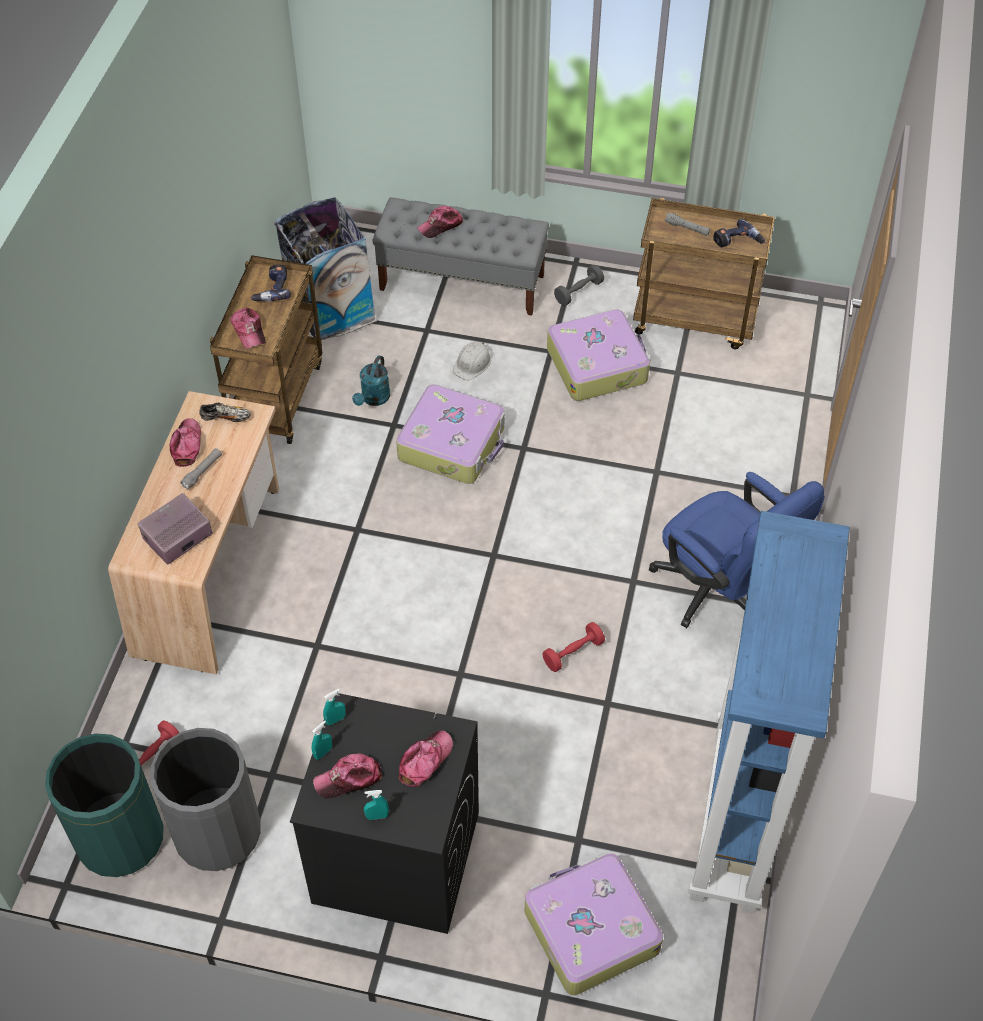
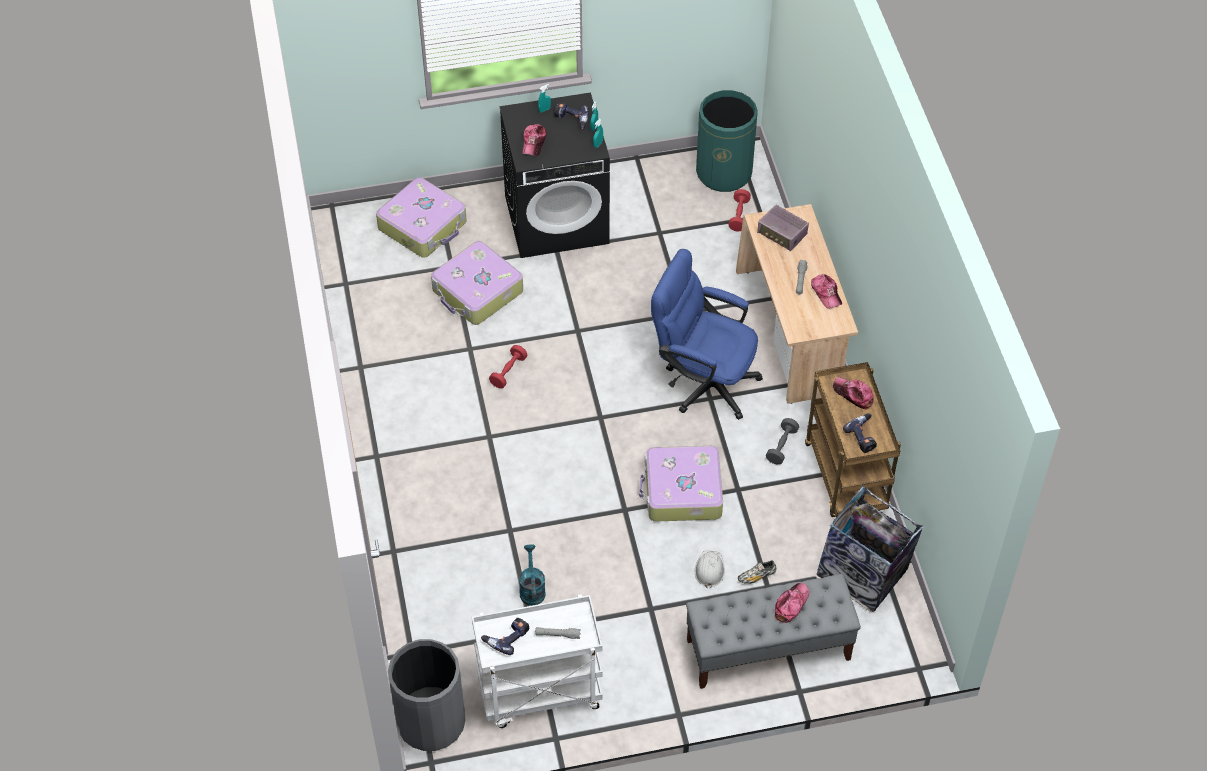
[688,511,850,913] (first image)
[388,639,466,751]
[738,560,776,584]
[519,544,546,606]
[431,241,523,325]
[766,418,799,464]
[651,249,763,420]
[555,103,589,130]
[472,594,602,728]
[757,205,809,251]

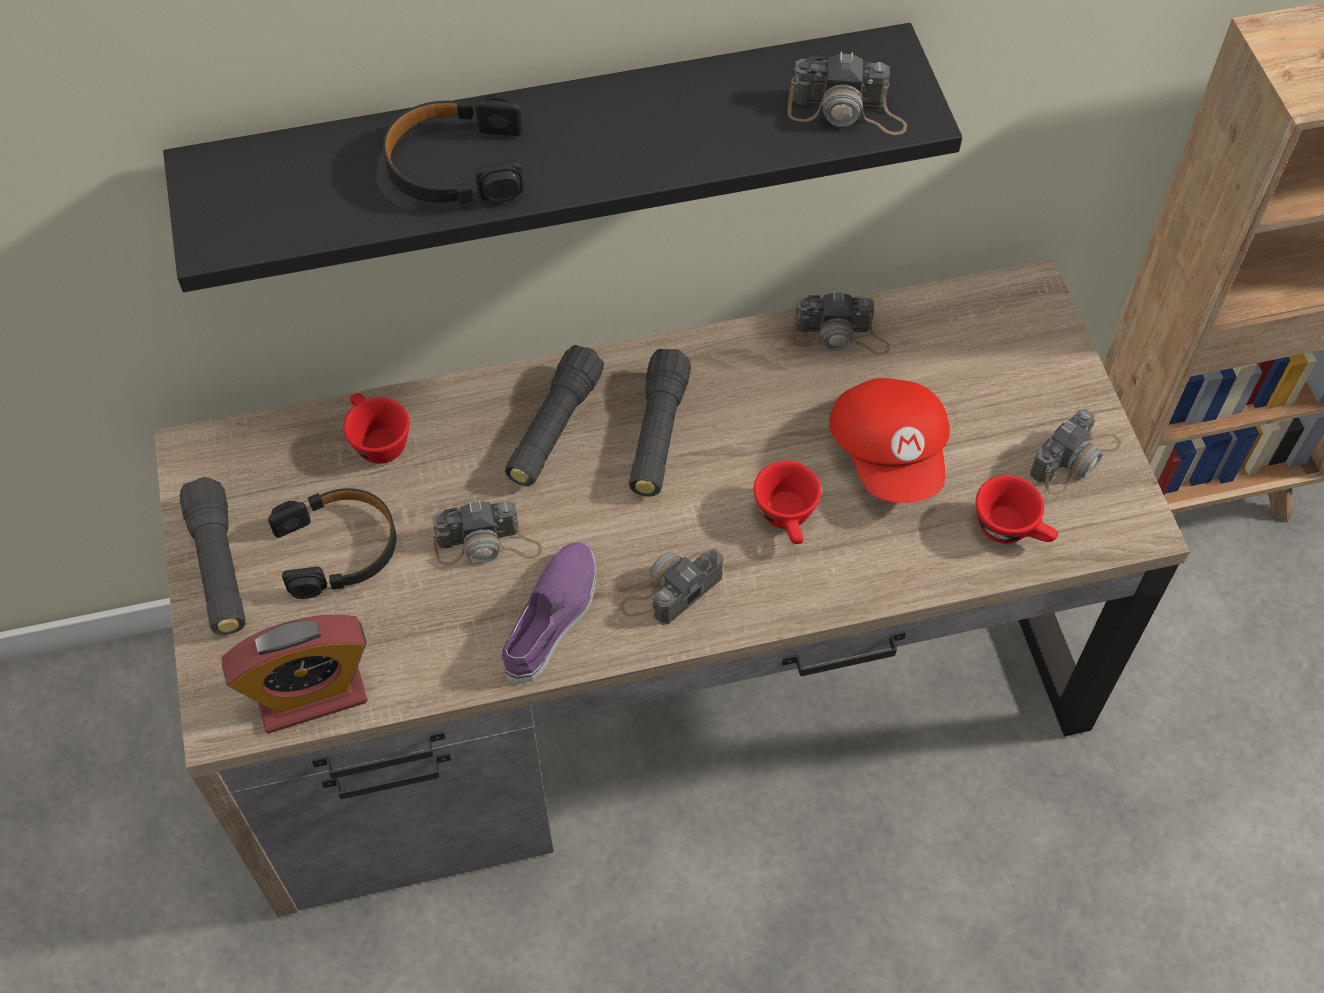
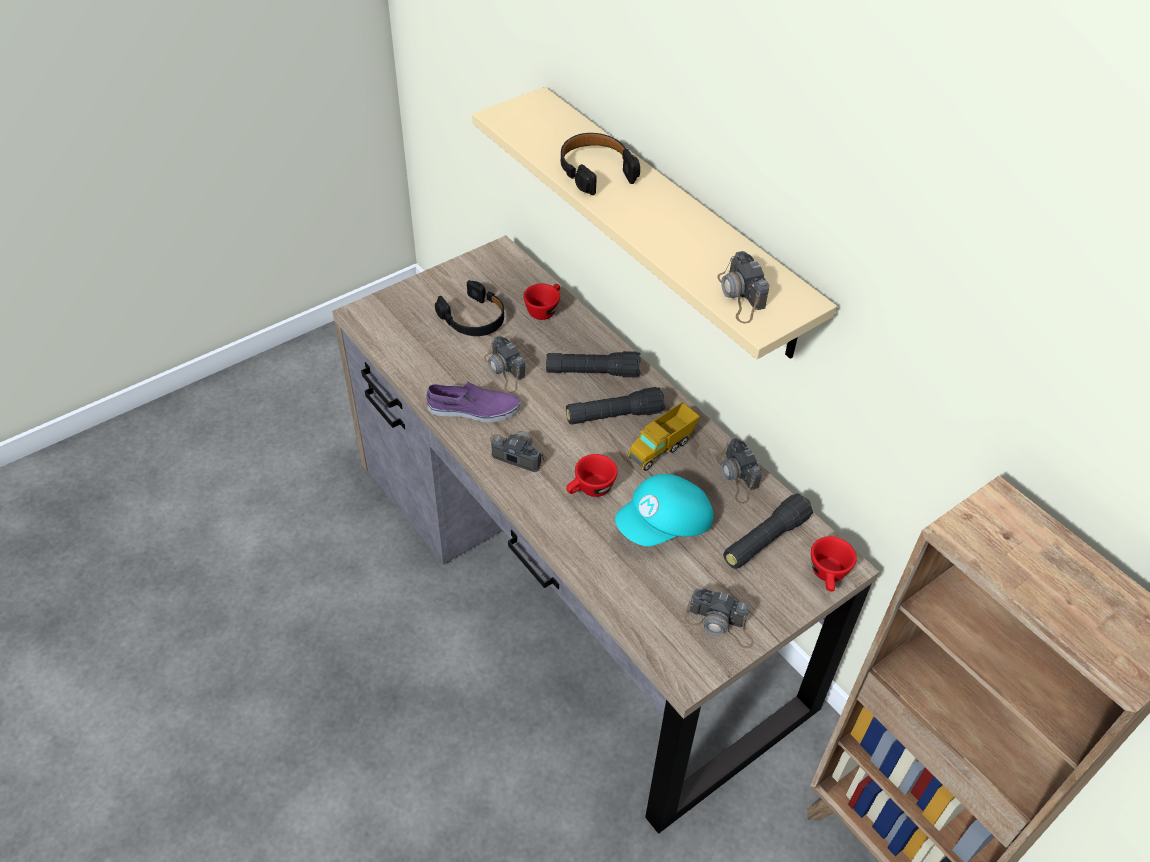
[221,615,368,733] (first image)
[627,402,700,471]
[723,493,813,569]
[811,536,857,592]
[472,87,837,359]
[615,474,714,546]

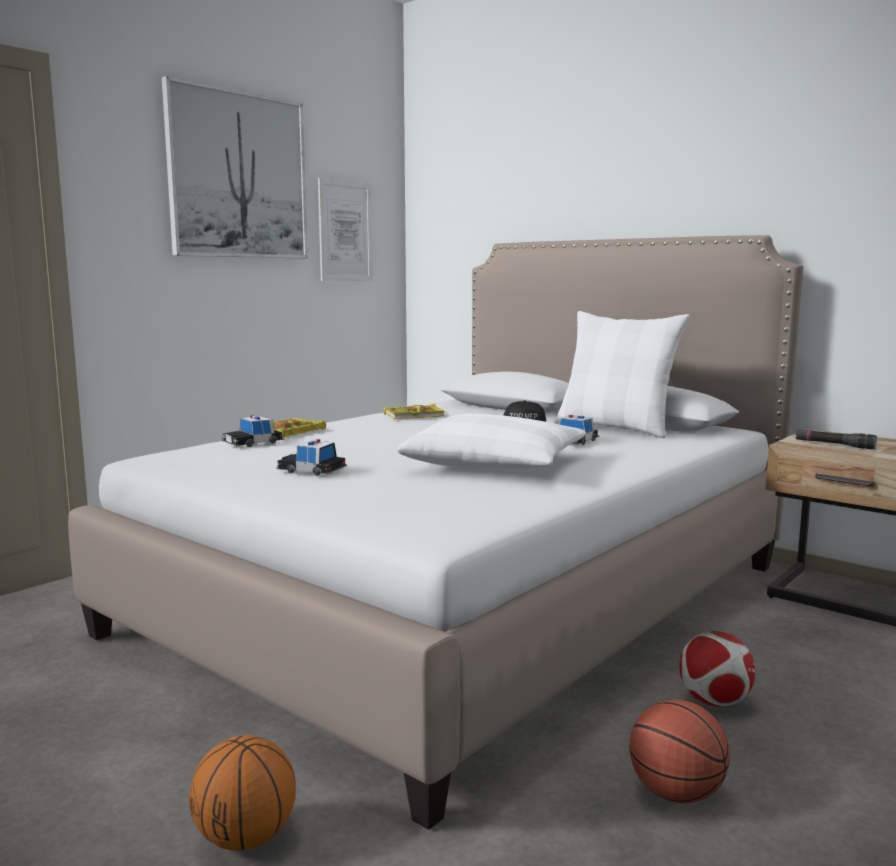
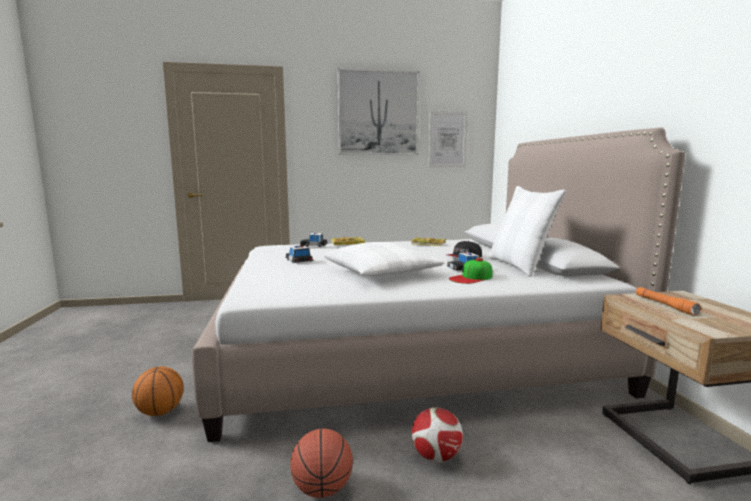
[449,258,492,284]
[636,287,701,316]

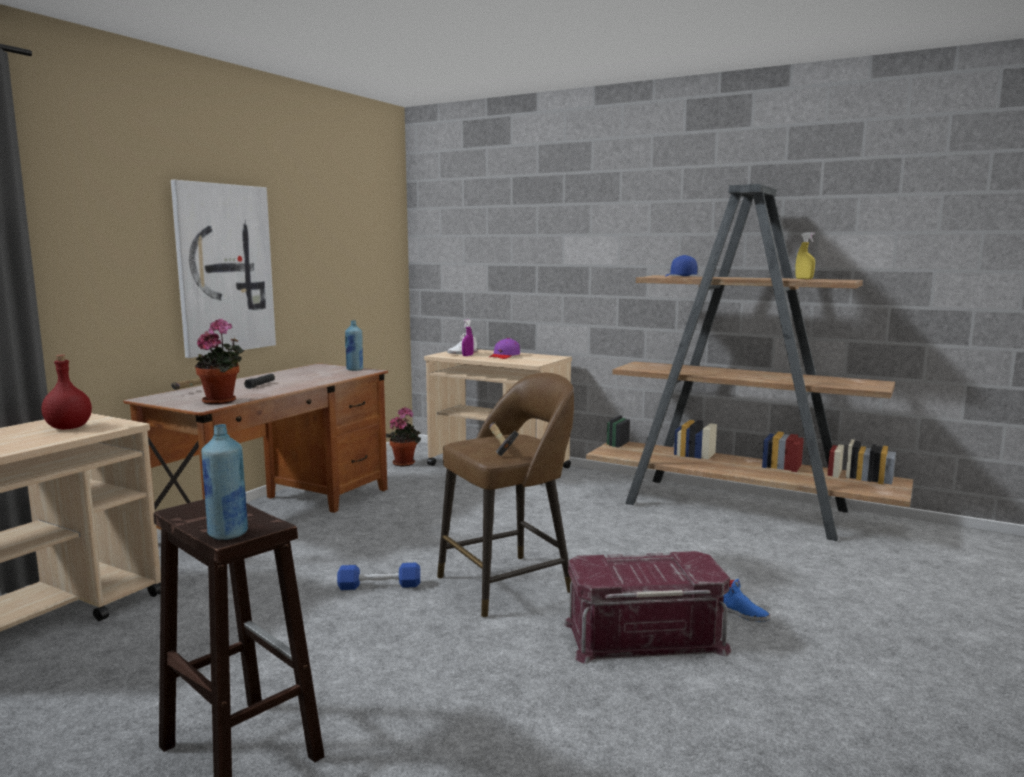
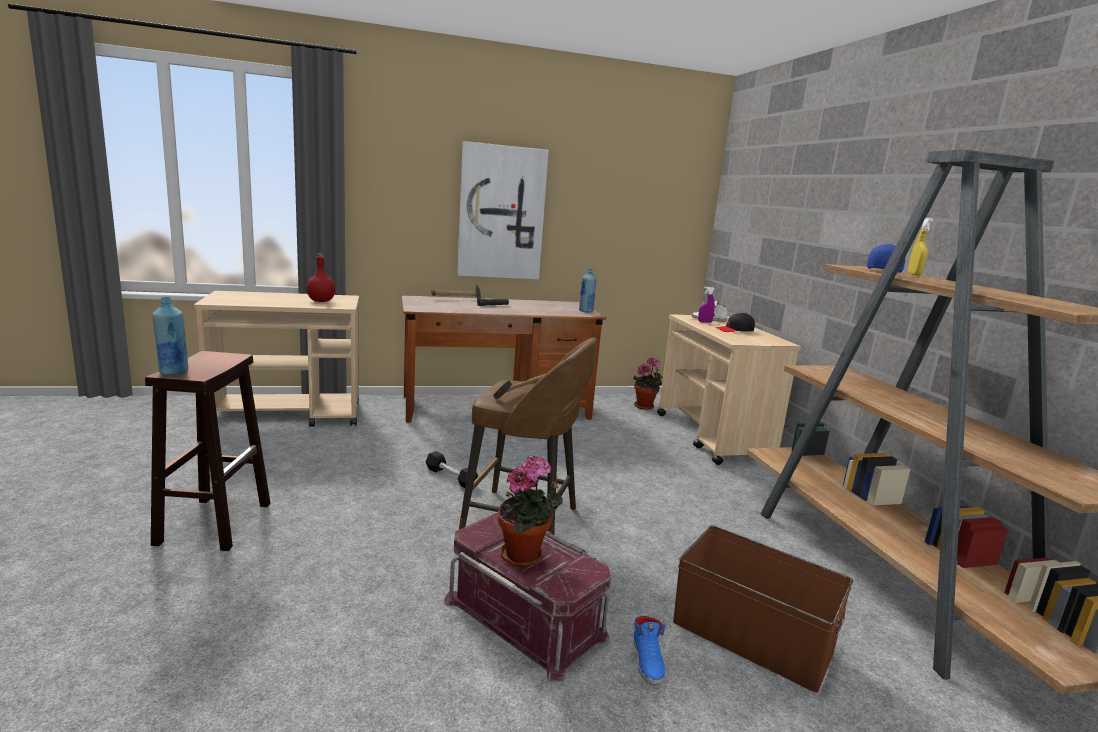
[673,525,853,693]
[498,456,563,567]
[908,218,933,275]
[425,451,478,488]
[715,313,755,332]

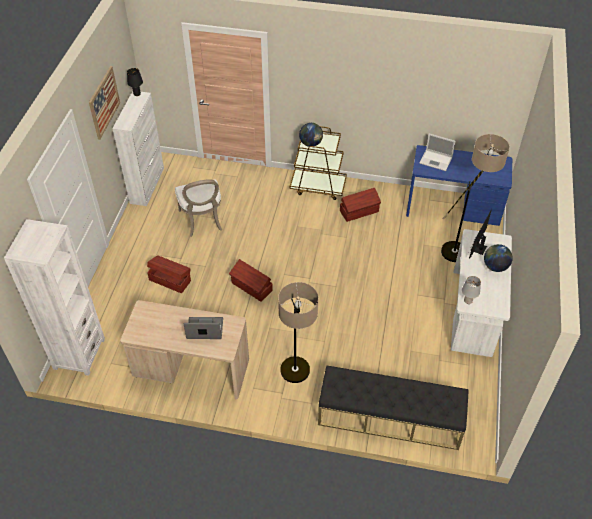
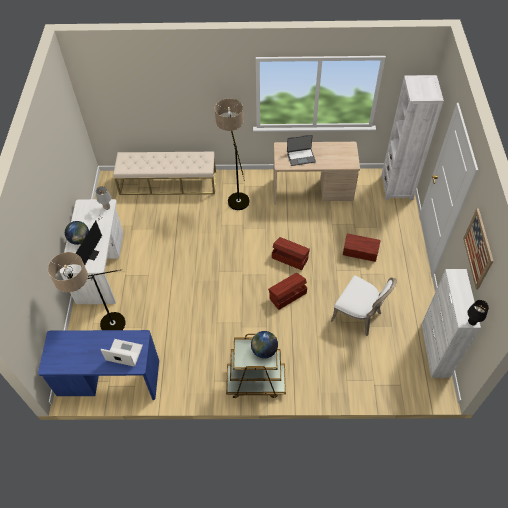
[268,272,307,310]
[113,151,216,195]
[331,275,397,336]

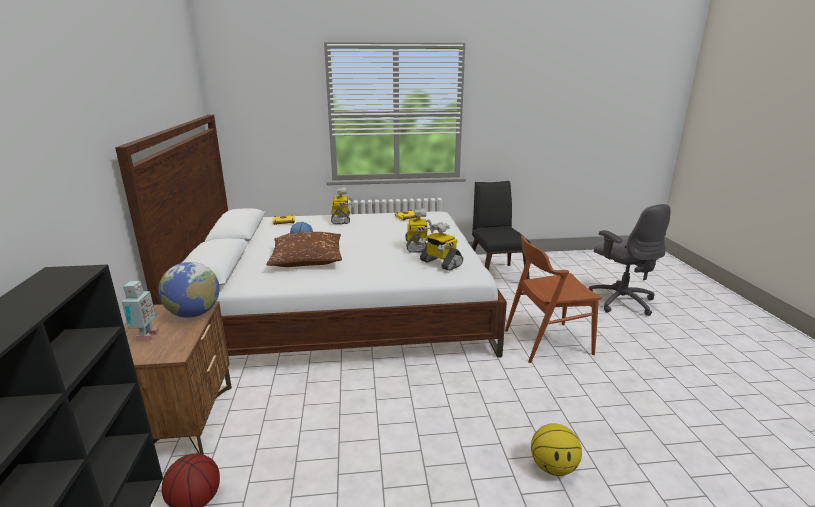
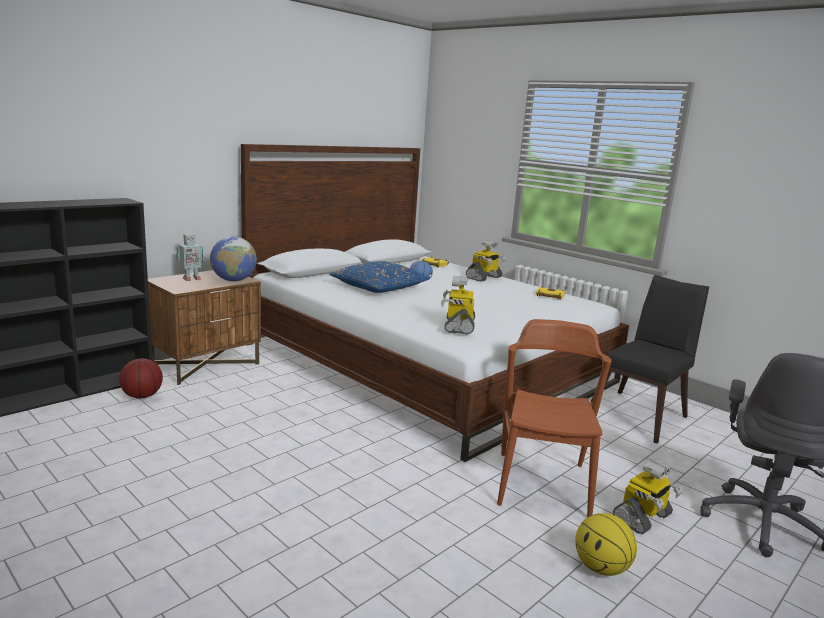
[613,459,683,534]
[575,513,637,576]
[329,261,430,293]
[497,319,612,518]

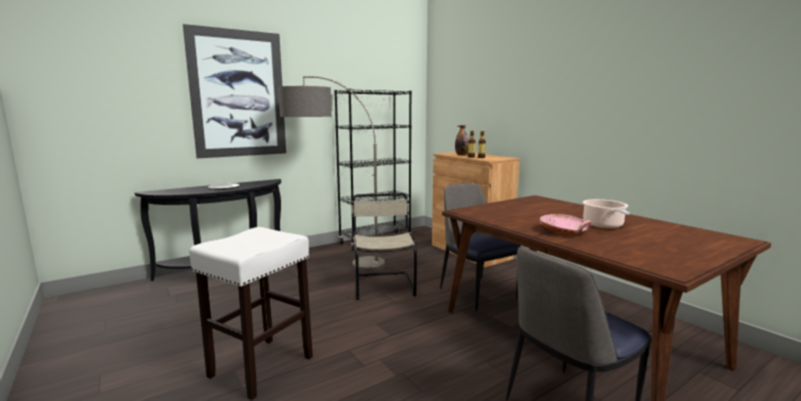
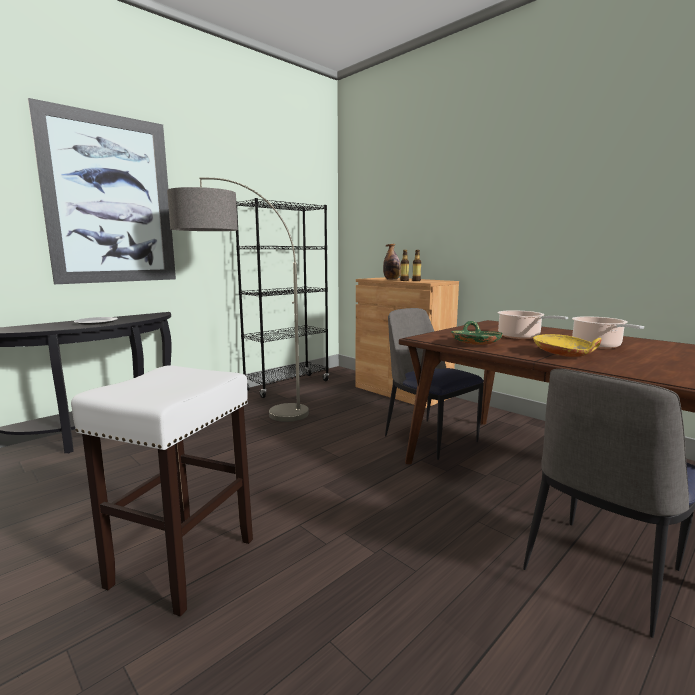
[351,193,417,300] (first image)
[451,321,503,345]
[498,310,568,339]
[533,334,602,357]

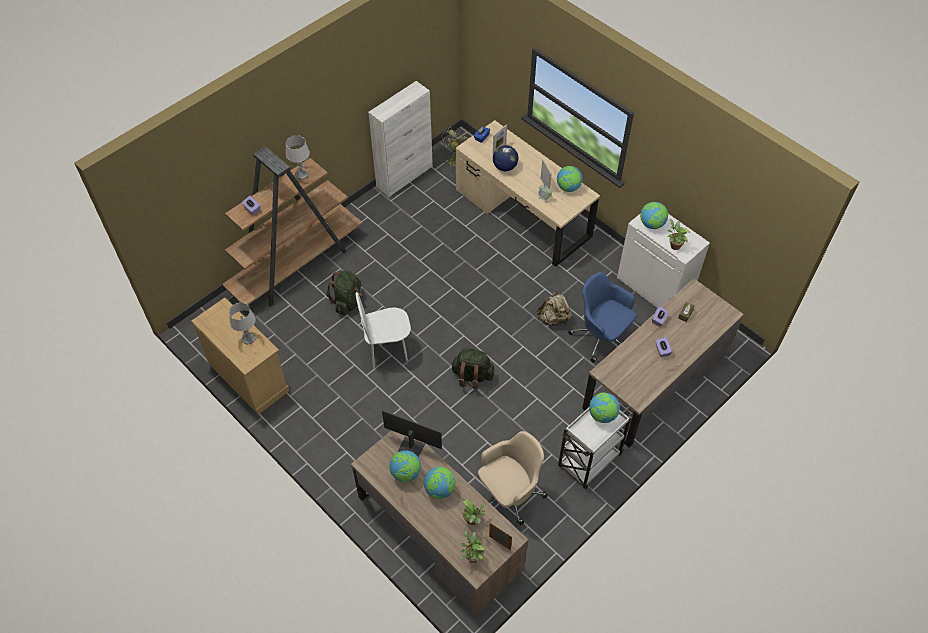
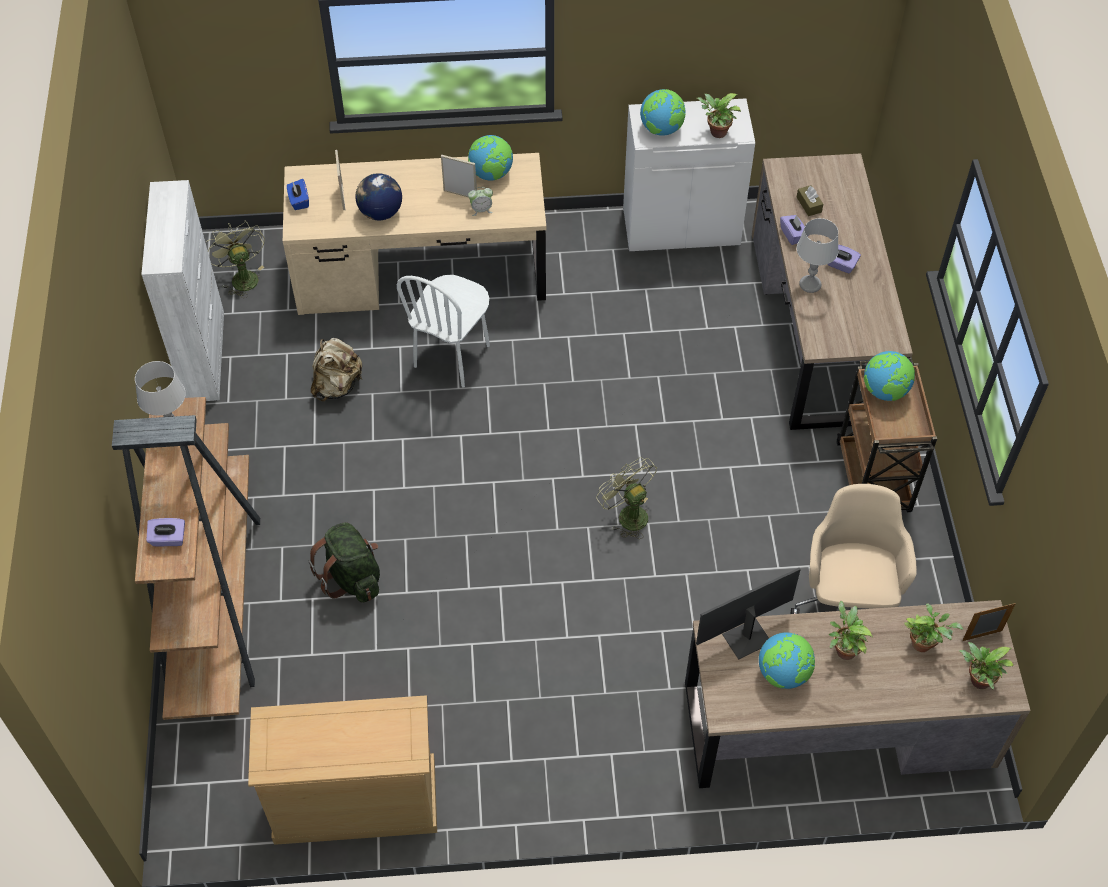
[568,272,637,363] (first image)
[797,218,838,293]
[397,275,490,388]
[311,338,363,401]
[829,601,873,660]
[596,457,657,539]
[836,358,937,512]

